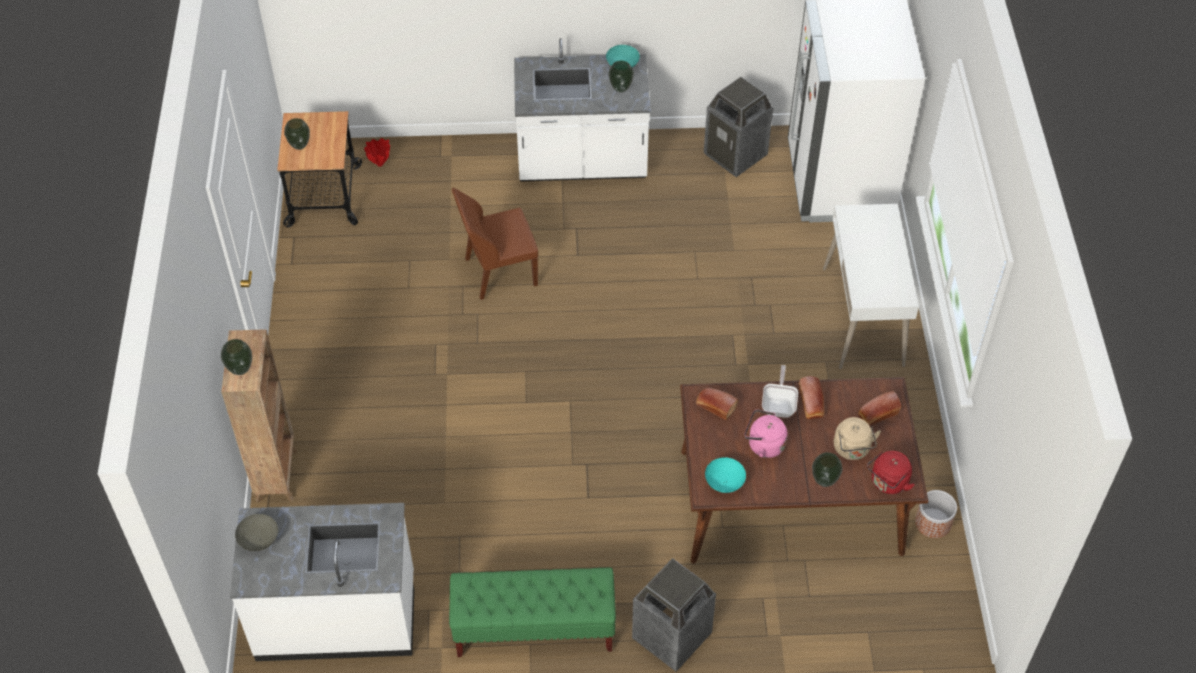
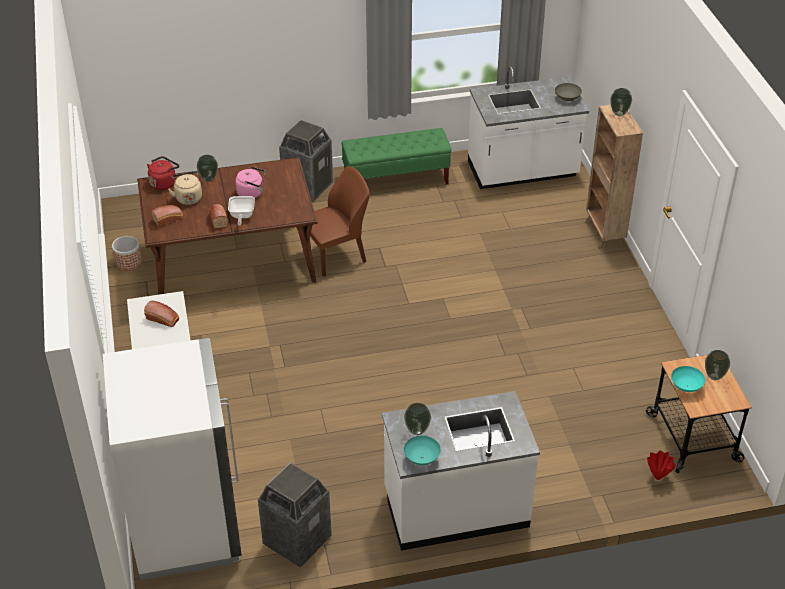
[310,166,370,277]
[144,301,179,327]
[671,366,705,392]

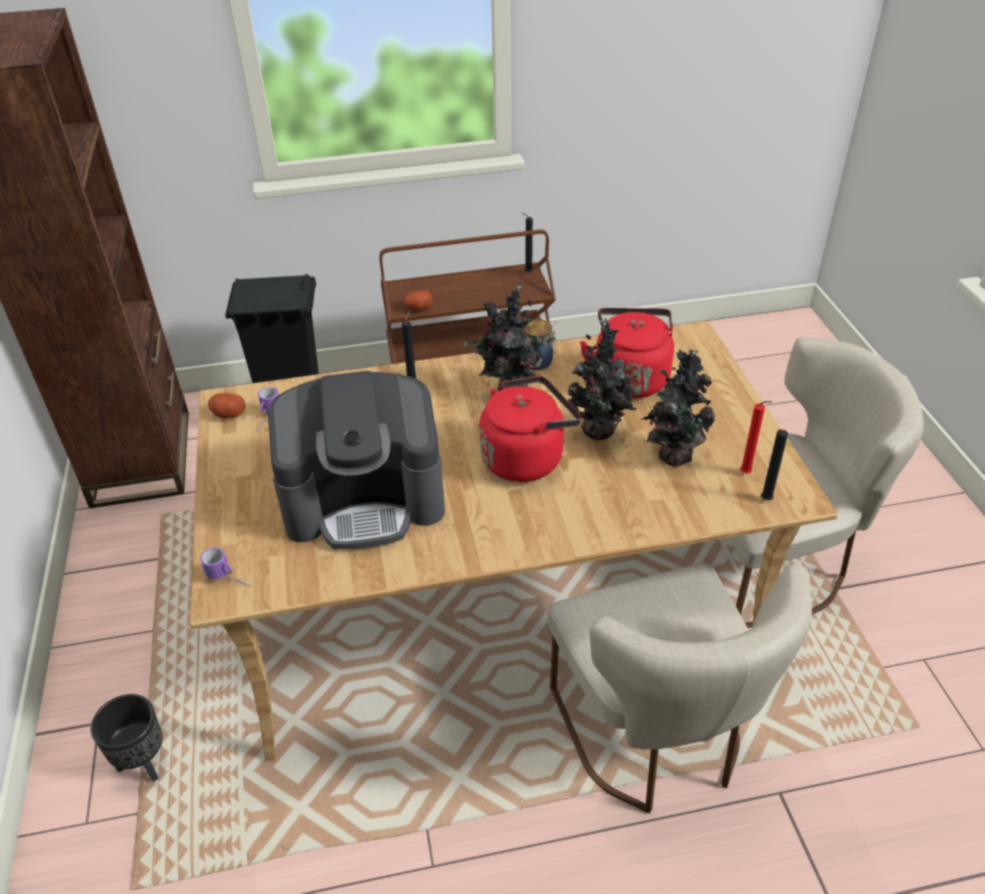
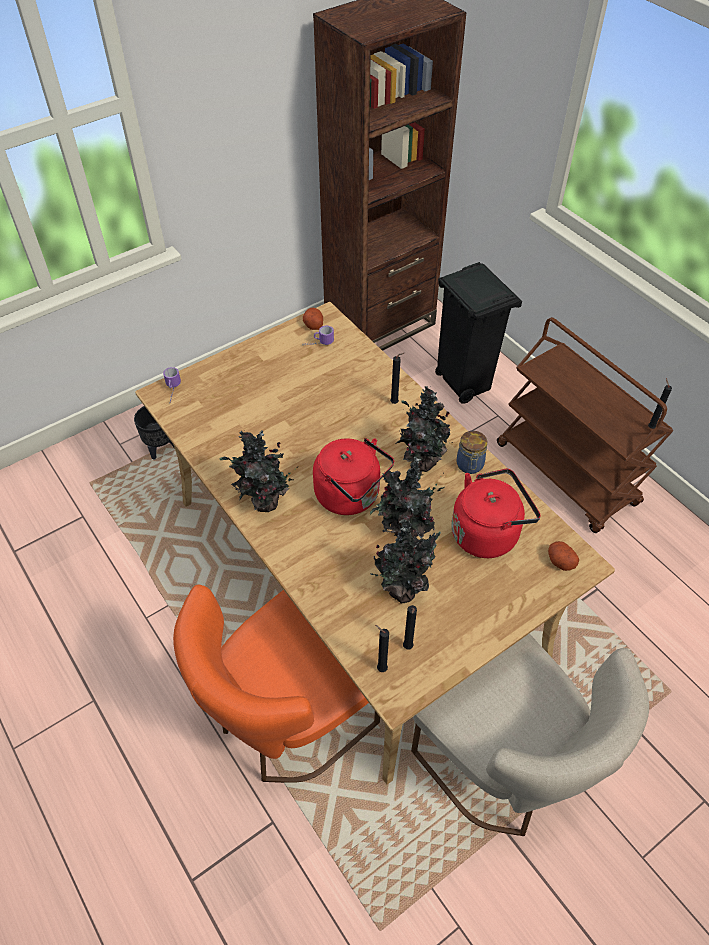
[268,371,445,549] (first image)
[219,430,298,512]
[548,541,579,571]
[173,584,380,783]
[403,605,417,650]

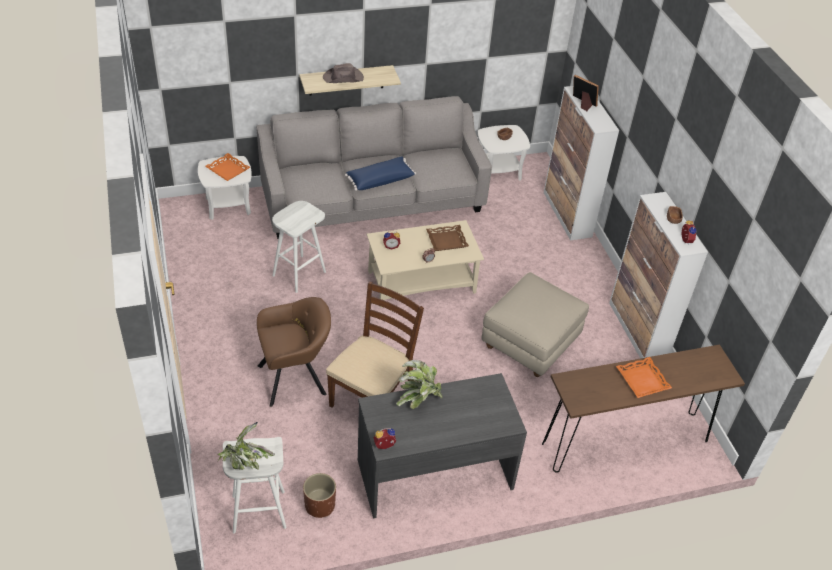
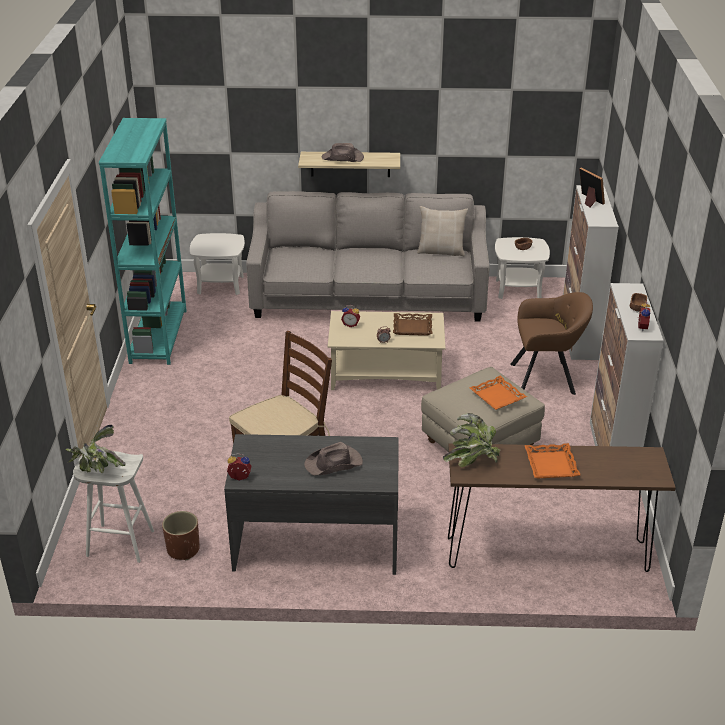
[272,201,326,293] (first image)
[345,157,416,191] (first image)
[99,118,187,365]
[304,442,363,476]
[417,206,468,256]
[470,376,527,410]
[510,292,593,395]
[443,413,500,467]

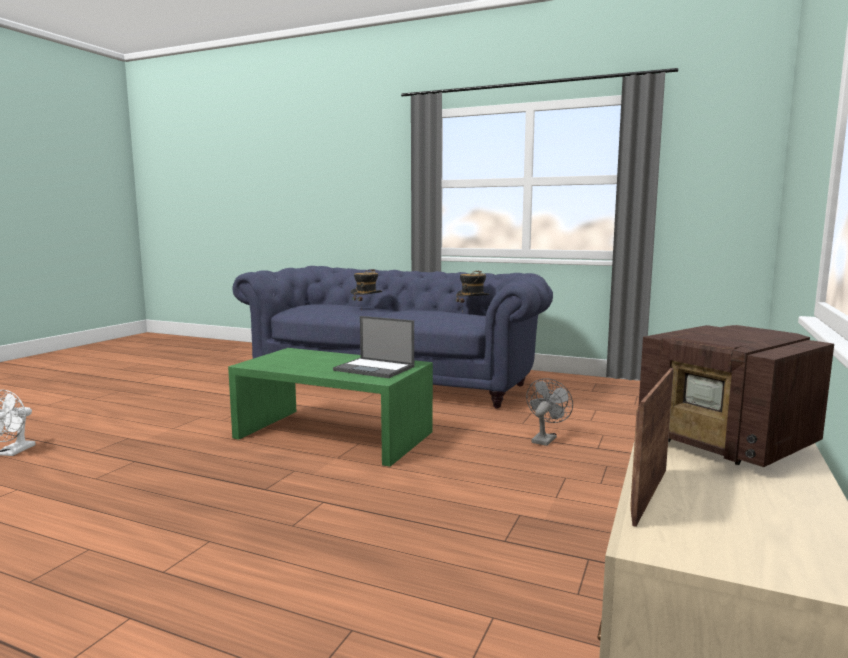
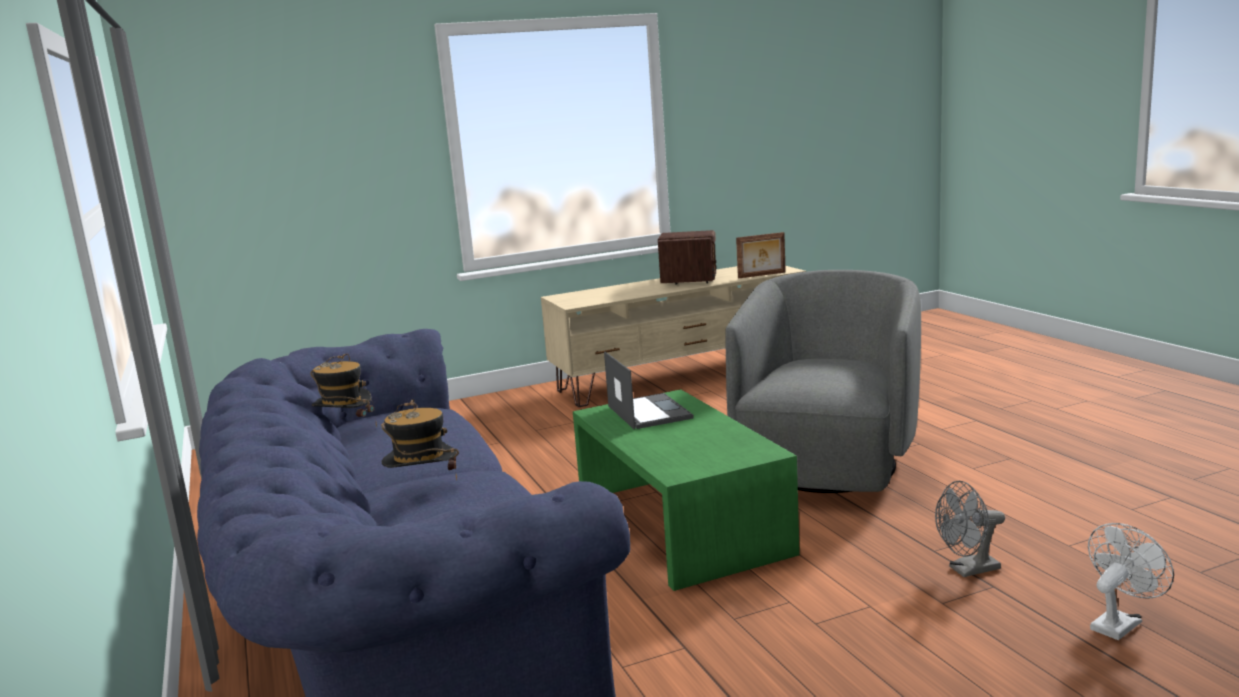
[725,270,921,493]
[935,481,1005,577]

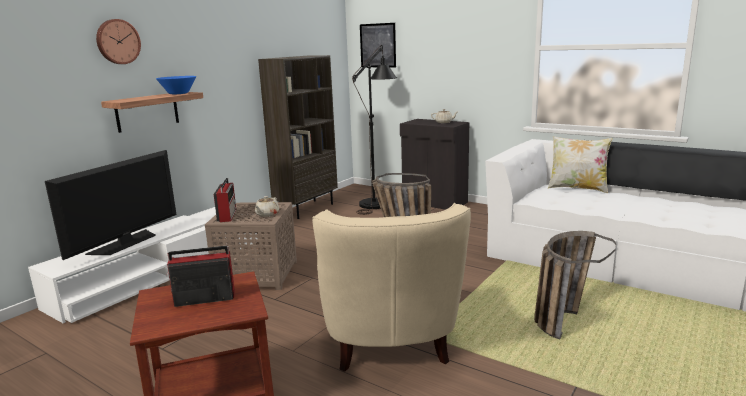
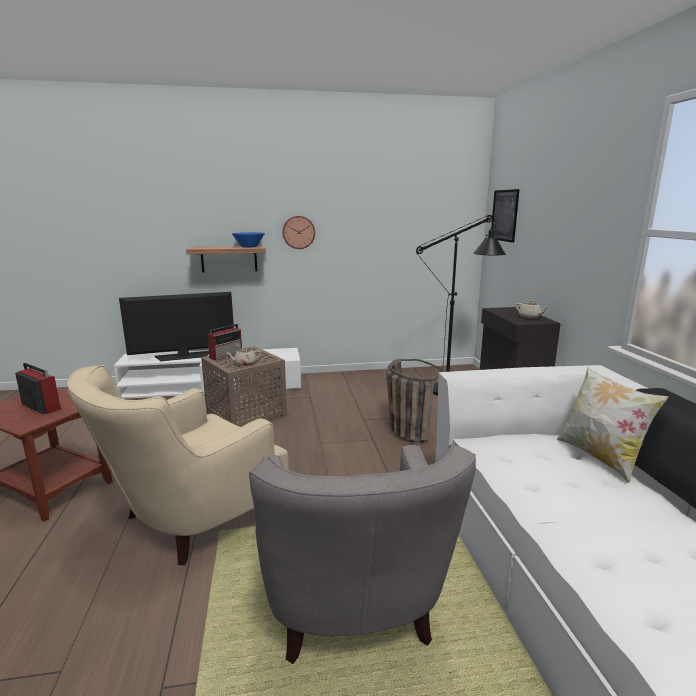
[258,55,338,219] (first image)
[282,216,315,249]
[249,444,476,664]

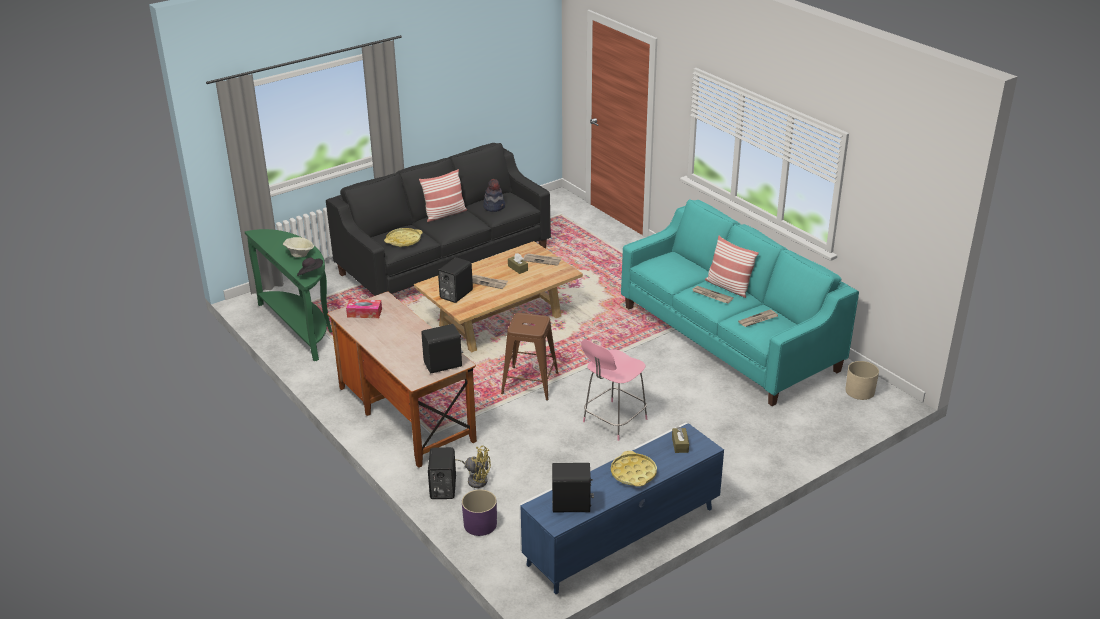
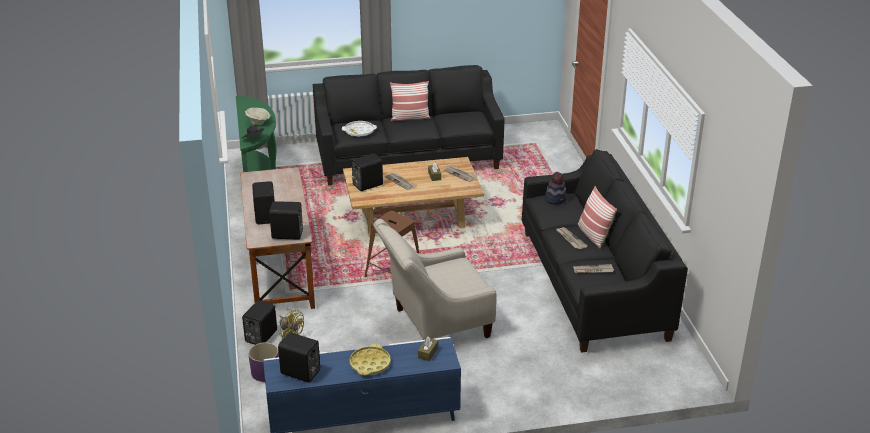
[346,299,382,318] (first image)
[845,361,879,400] (first image)
[252,181,275,224]
[545,172,567,205]
[373,219,497,340]
[342,121,377,137]
[522,149,688,353]

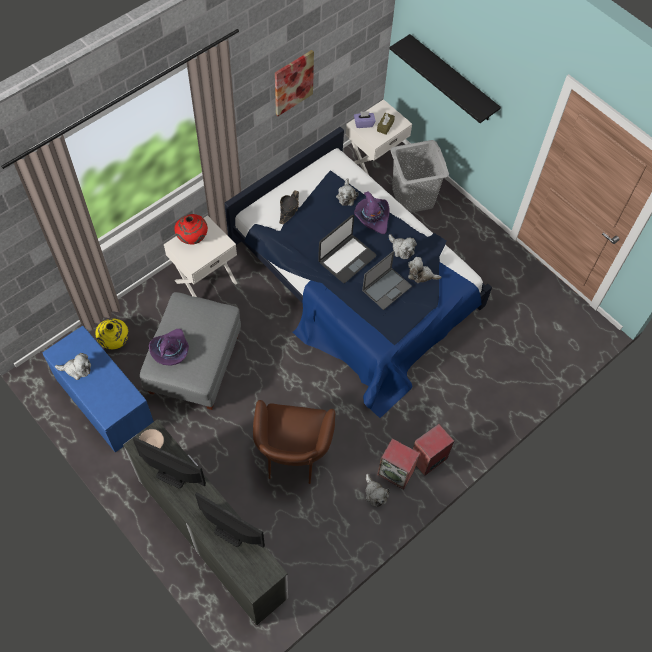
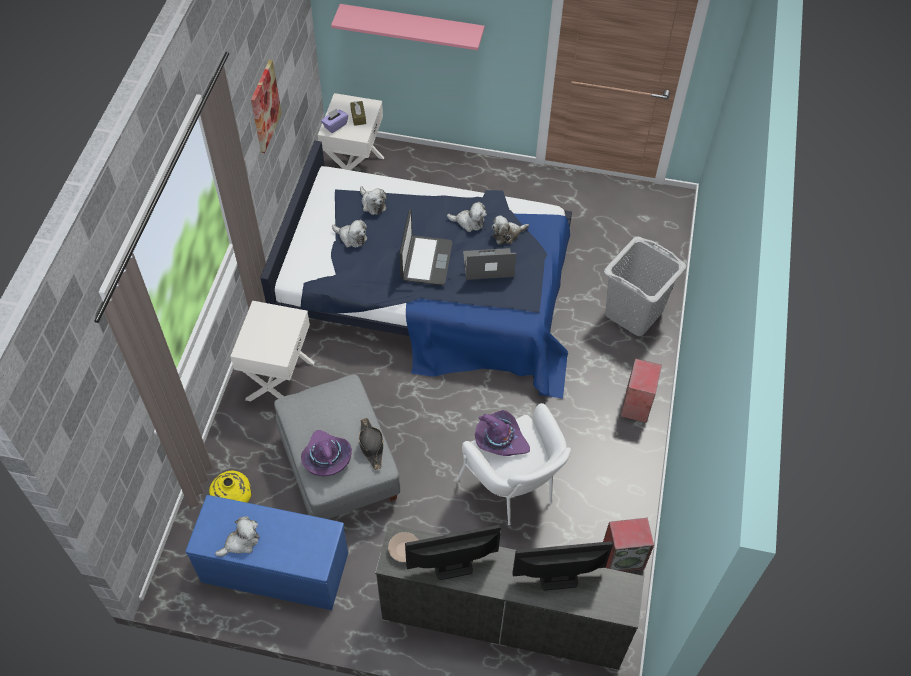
[174,214,208,245] (first image)
[359,418,384,470]
[475,410,530,456]
[332,220,367,248]
[603,518,654,572]
[604,236,686,336]
[457,403,571,525]
[331,4,485,50]
[463,248,516,280]

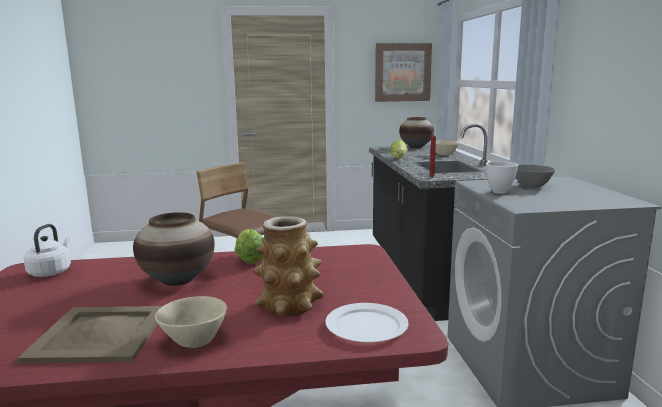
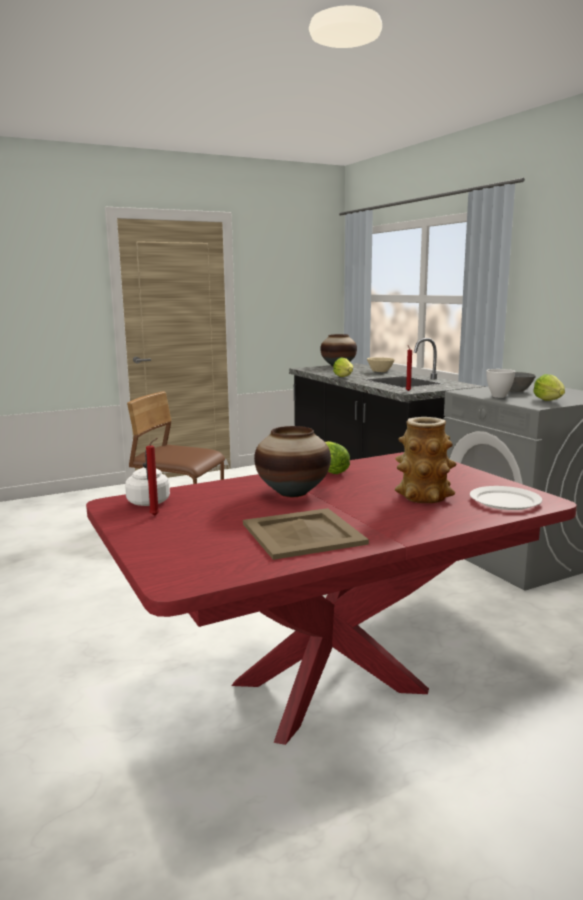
[155,296,227,348] (first image)
[375,43,432,102] (first image)
[146,438,159,516]
[533,374,565,401]

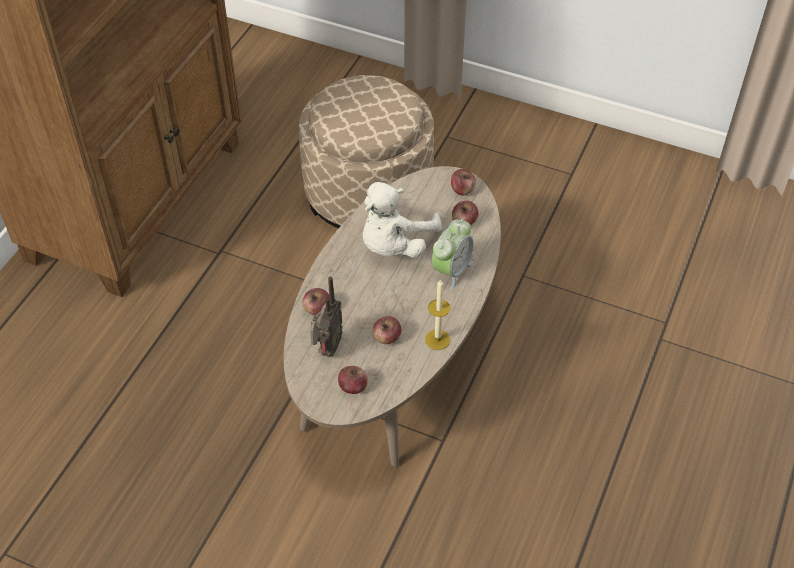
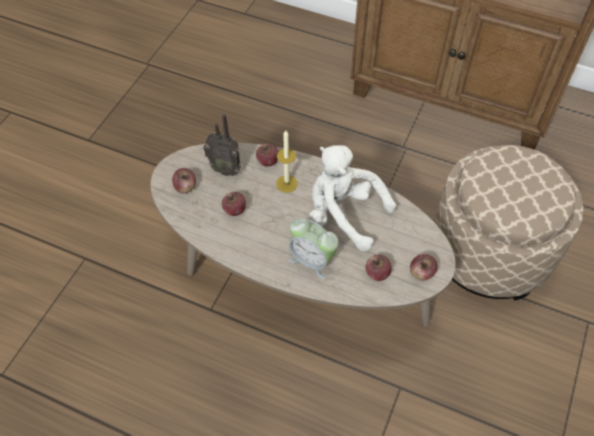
[276,130,298,193]

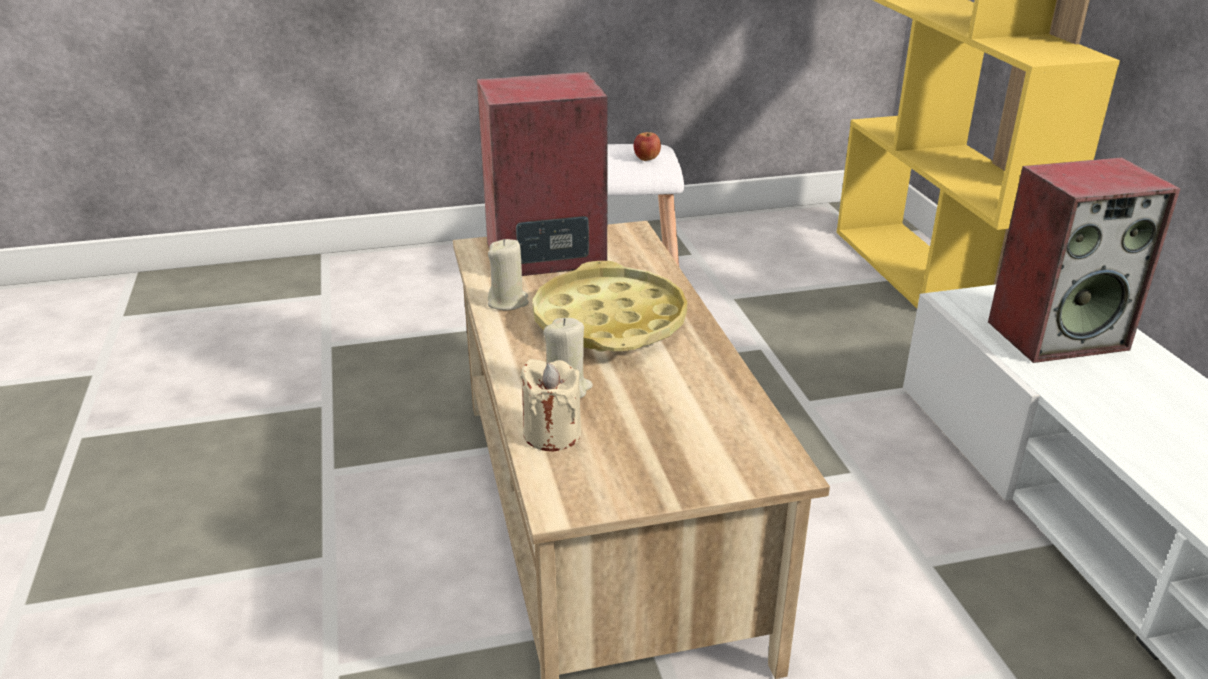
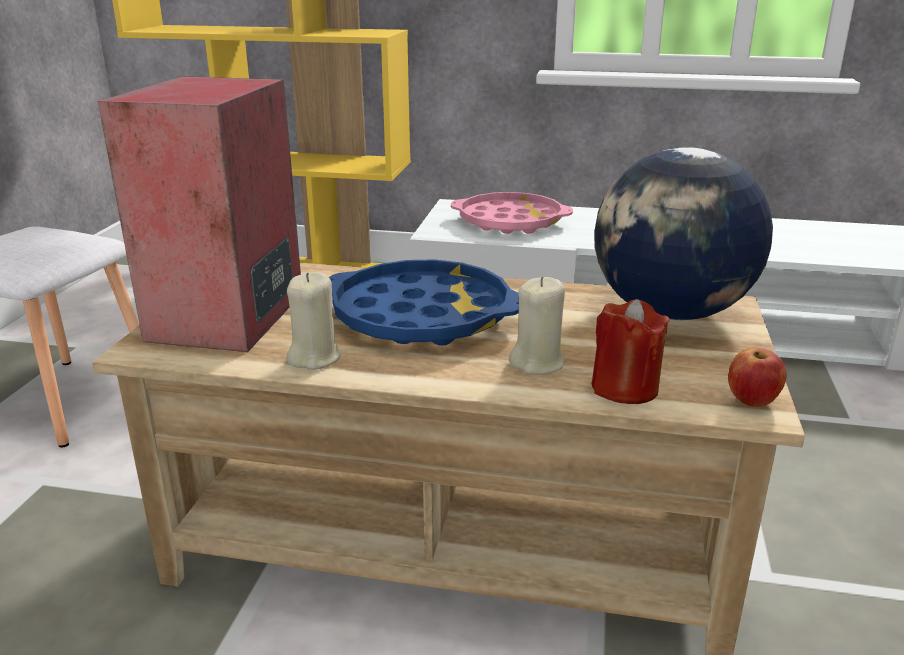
[594,147,773,320]
[728,347,787,407]
[451,192,573,234]
[591,299,670,404]
[329,259,519,346]

